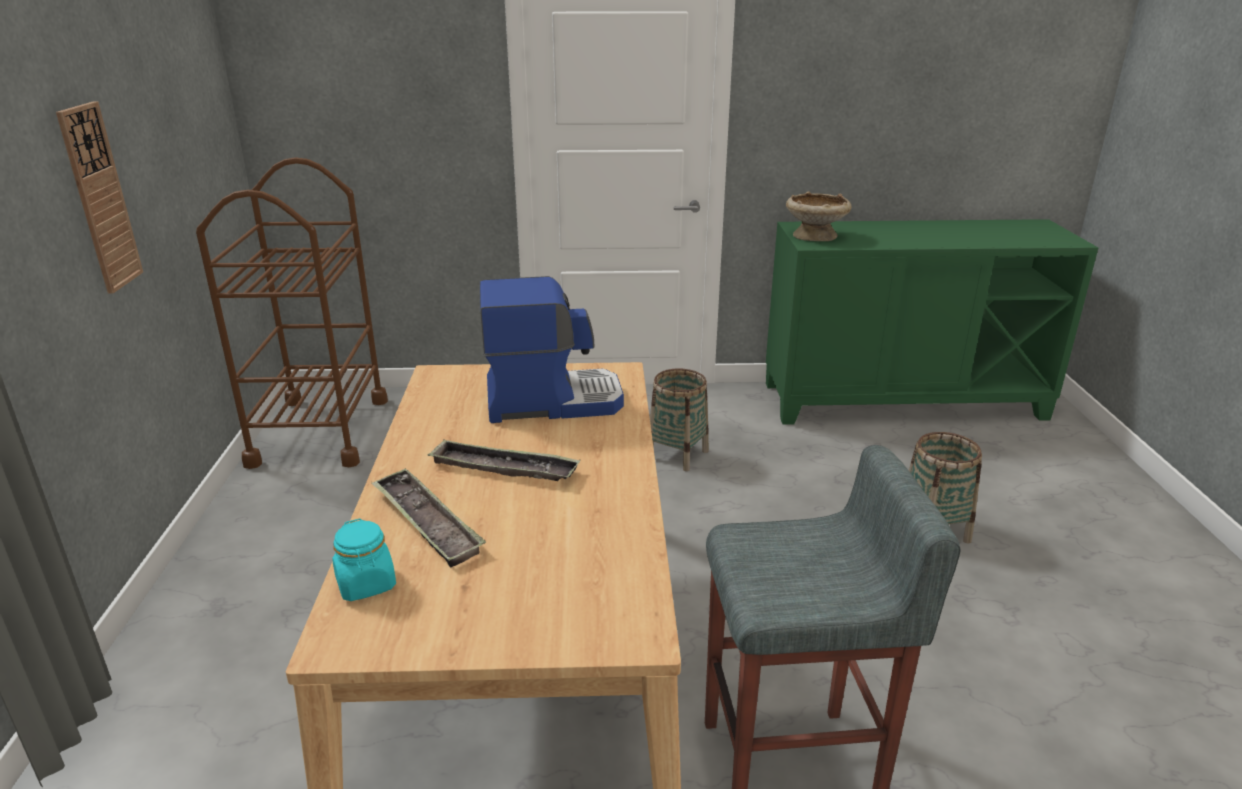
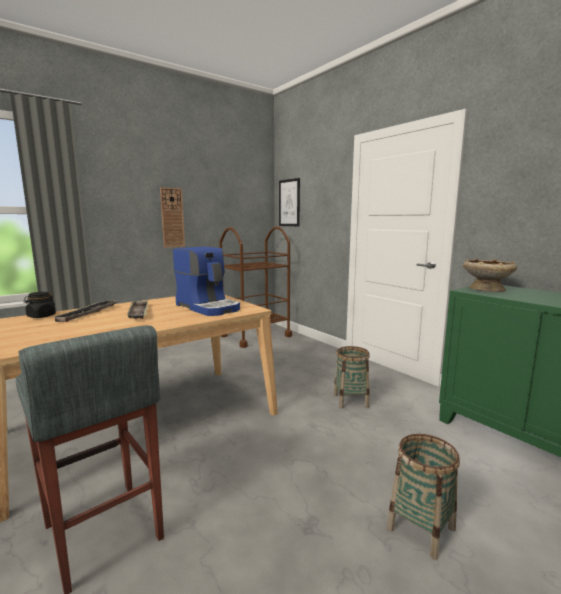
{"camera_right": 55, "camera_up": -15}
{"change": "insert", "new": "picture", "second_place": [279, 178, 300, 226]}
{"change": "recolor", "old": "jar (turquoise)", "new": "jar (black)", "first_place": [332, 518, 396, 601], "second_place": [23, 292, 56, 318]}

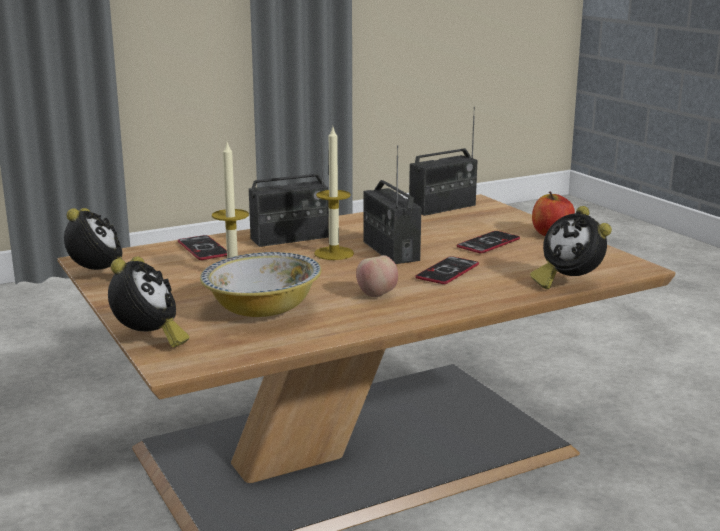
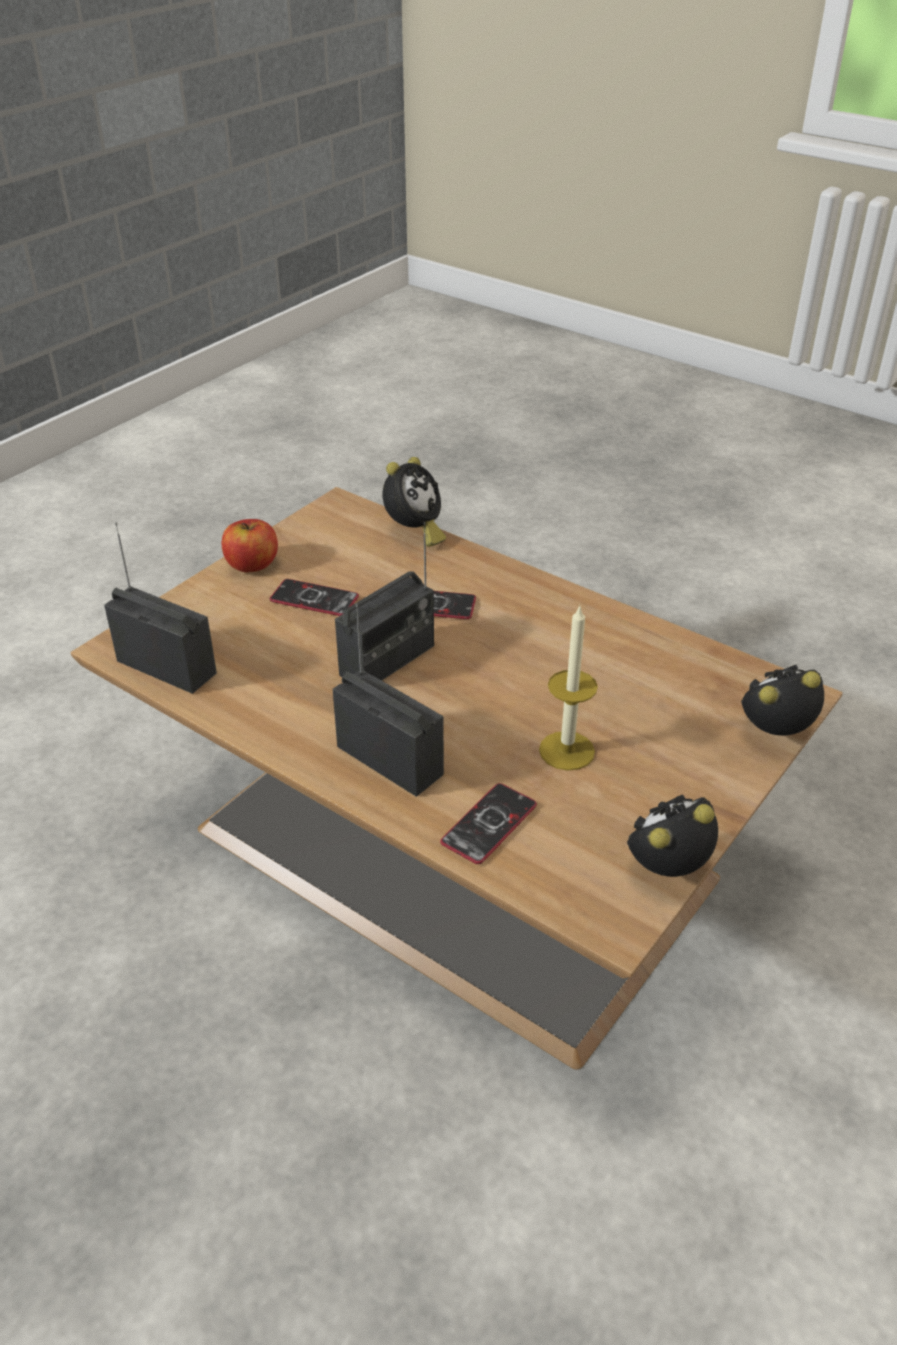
{"camera_right": -115, "camera_up": 20}
{"change": "delete", "old": "bowl", "first_place": [200, 252, 321, 317]}
{"change": "delete", "old": "candle", "first_place": [314, 127, 354, 260]}
{"change": "delete", "old": "apple", "first_place": [356, 255, 398, 297]}

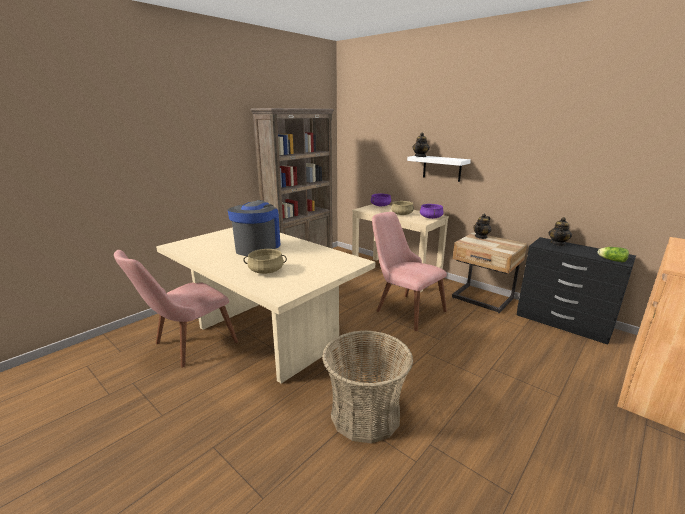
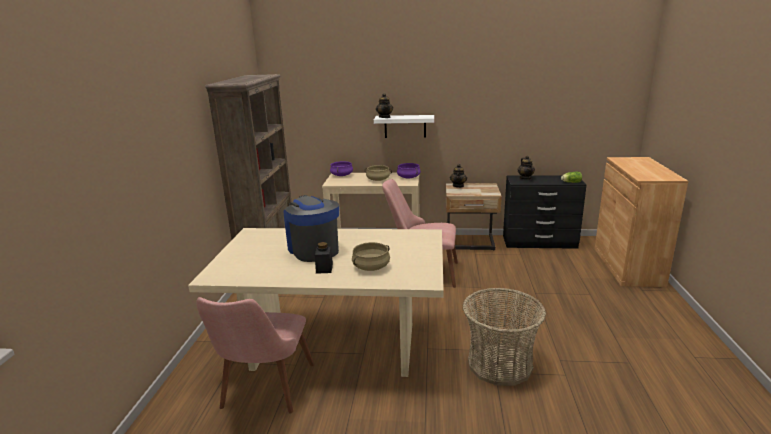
{"camera_right": -35, "camera_up": 0}
{"change": "insert", "new": "jar (black)", "second_place": [315, 242, 333, 274]}

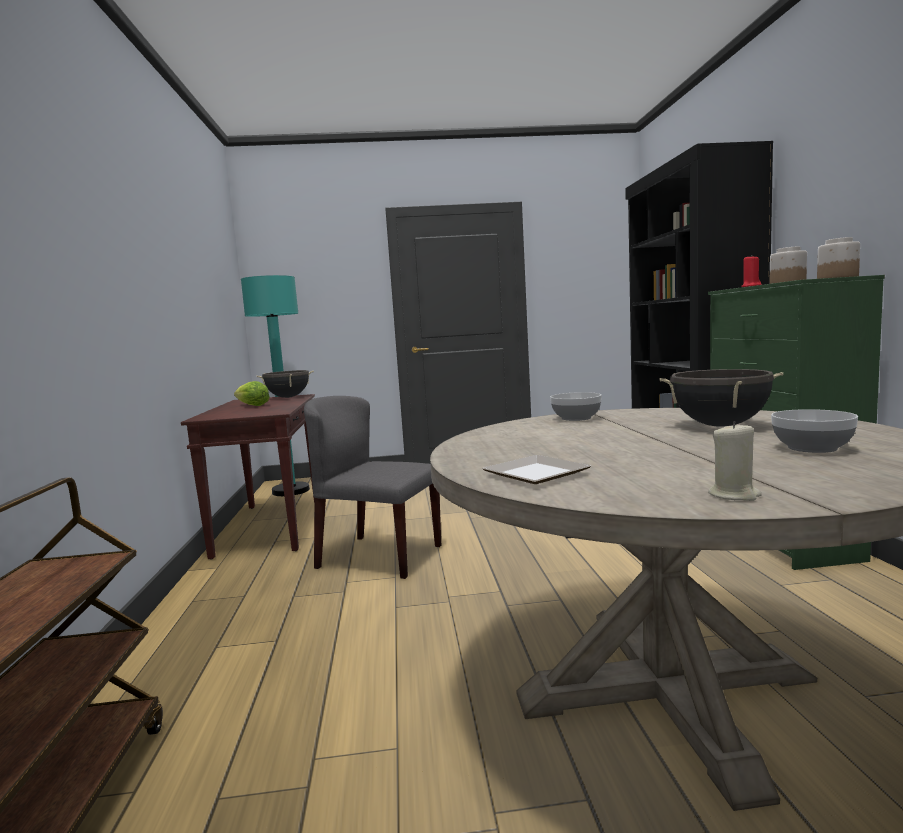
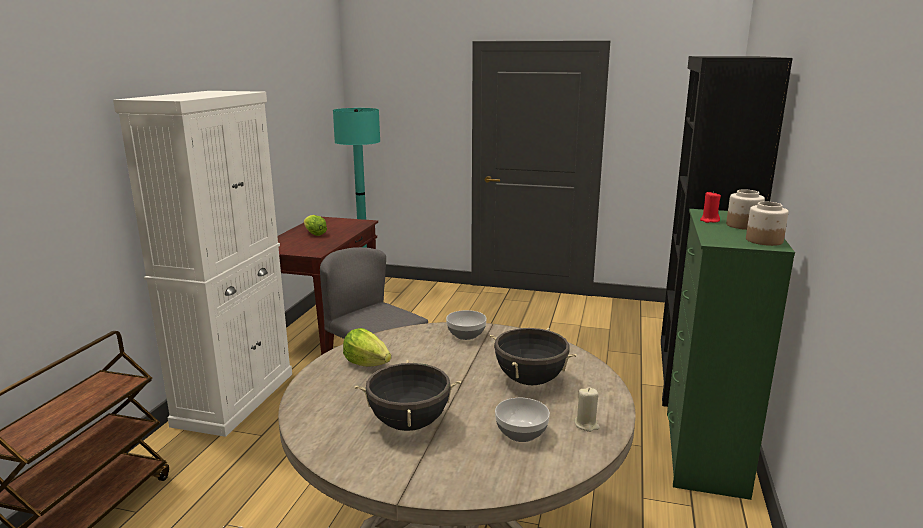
{"camera_right": 20, "camera_up": 10}
{"change": "delete", "old": "plate", "first_place": [483, 455, 591, 484]}
{"change": "insert", "new": "cabinet (white)", "second_place": [113, 91, 292, 437]}
{"change": "insert", "new": "lettuce", "second_place": [343, 328, 391, 367]}
{"change": "move", "old": "cooking pot (black)", "first_place": [257, 370, 314, 398], "second_place": [355, 360, 461, 431]}
{"change": "move", "old": "candle (beige)", "first_place": [708, 421, 762, 501], "second_place": [574, 387, 600, 432]}

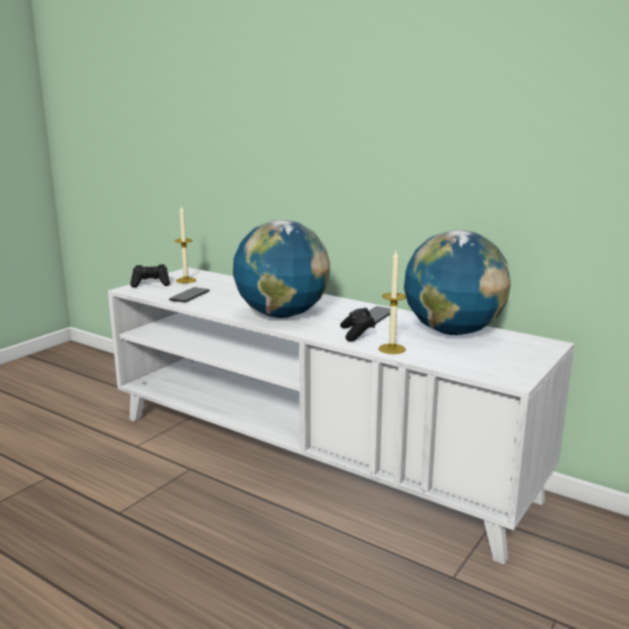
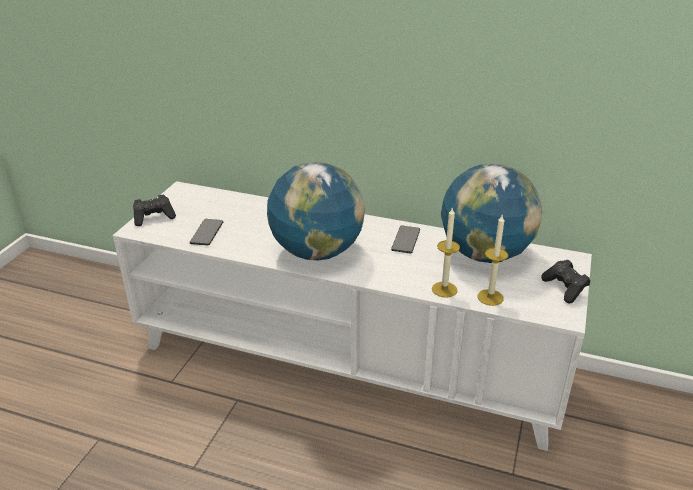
{"camera_right": -15, "camera_up": 15}
{"change": "move", "old": "candle", "first_place": [175, 205, 196, 283], "second_place": [477, 214, 508, 306]}
{"change": "move", "old": "game controller (black)", "first_place": [340, 308, 376, 342], "second_place": [541, 260, 590, 303]}

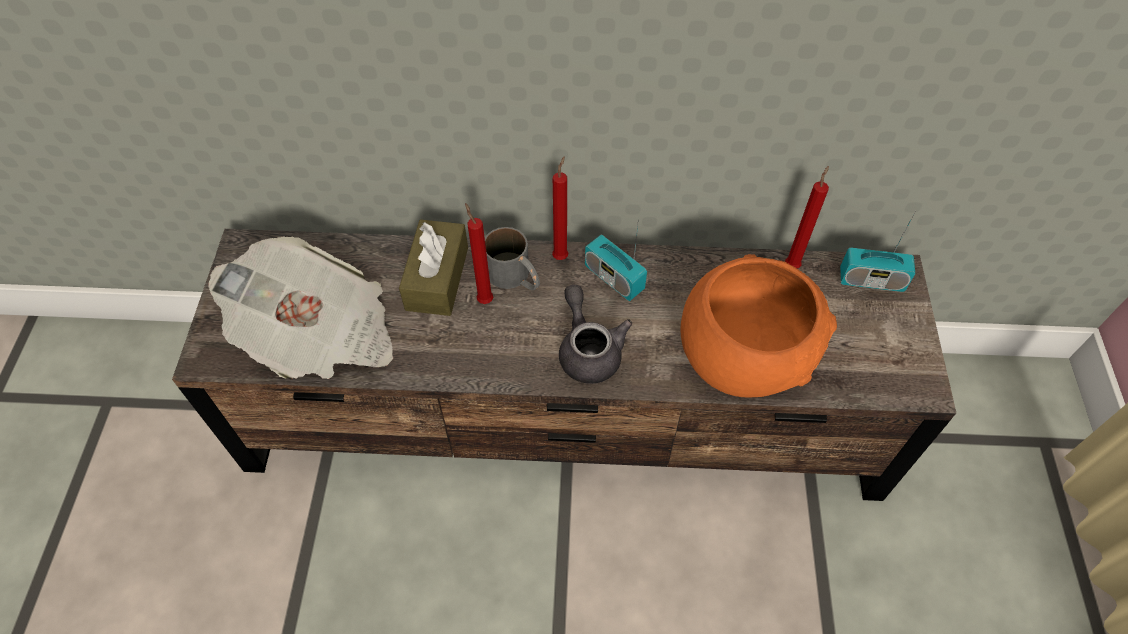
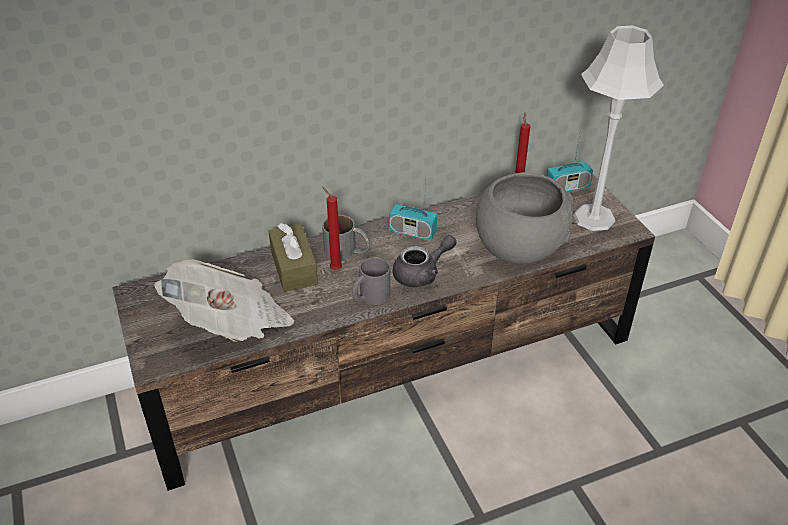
{"camera_right": -25, "camera_up": -15}
{"change": "delete", "old": "candle (red)", "first_place": [552, 156, 568, 260]}
{"change": "insert", "new": "mug (grey)", "second_place": [352, 257, 390, 305]}
{"change": "insert", "new": "table lamp (grey)", "second_place": [573, 25, 664, 231]}
{"change": "recolor", "old": "bowl (orange)", "new": "bowl (grey)", "first_place": [680, 254, 837, 398], "second_place": [476, 172, 573, 264]}
{"change": "rotate", "old": "teapot (grey)", "first_place": [559, 285, 632, 384], "second_place": [393, 235, 456, 287], "degrees": 105}

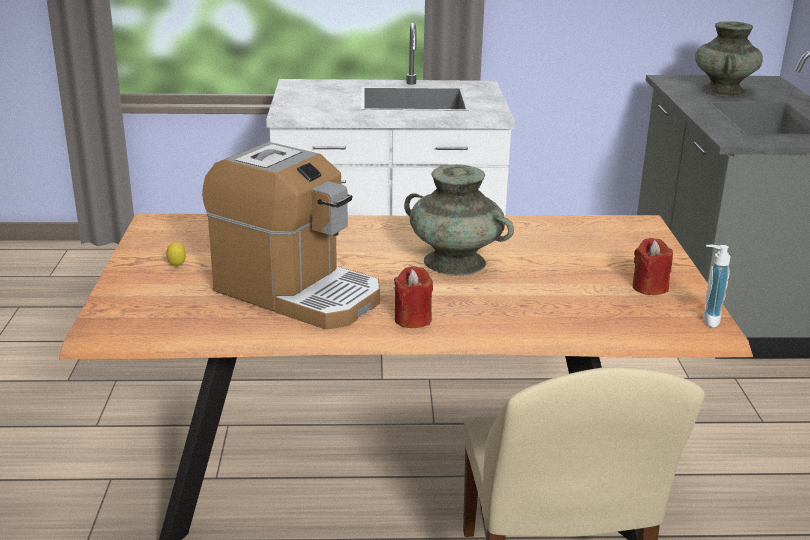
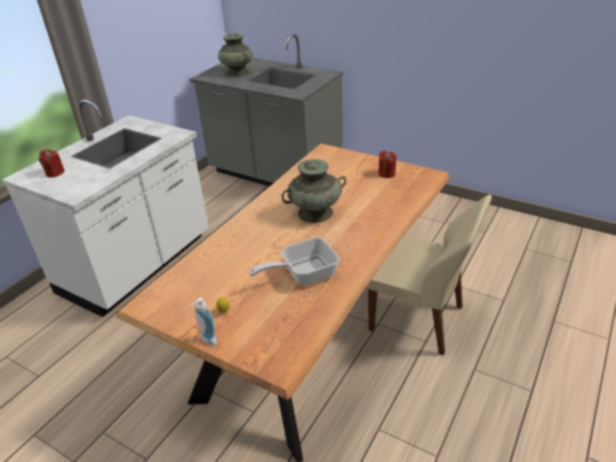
{"camera_right": -55, "camera_up": 10}
{"change": "move", "old": "candle (red)", "first_place": [394, 266, 433, 328], "second_place": [39, 149, 65, 177]}
{"change": "move", "old": "soap dispenser", "first_place": [703, 245, 731, 327], "second_place": [190, 297, 217, 346]}
{"change": "replace", "old": "coffee machine", "new": "frying pan", "first_place": [202, 142, 380, 330], "second_place": [249, 238, 339, 285]}

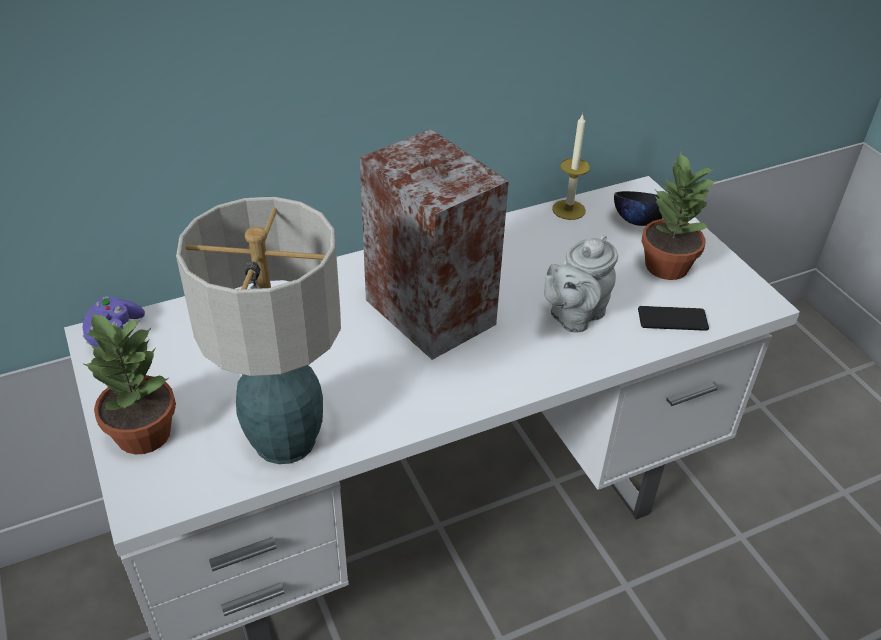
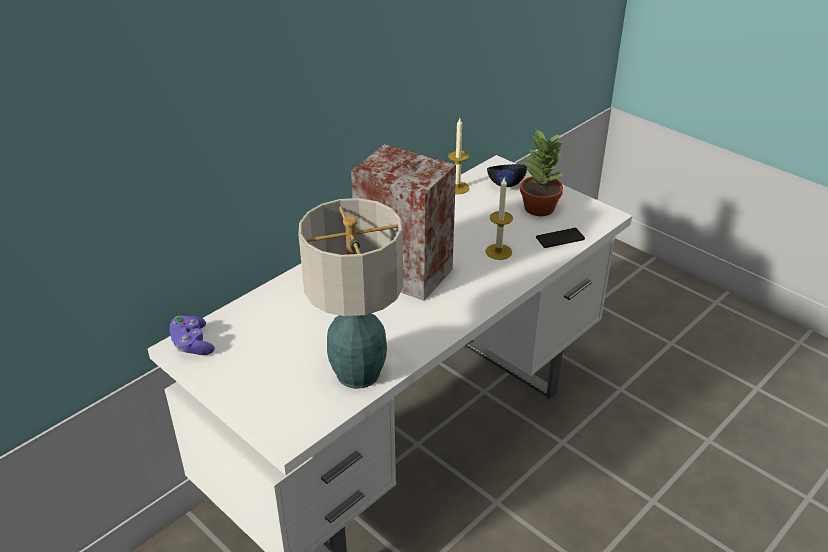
{"camera_right": -20, "camera_up": -5}
{"change": "delete", "old": "potted plant", "first_place": [82, 311, 176, 455]}
{"change": "replace", "old": "teapot (grey)", "new": "candle", "first_place": [544, 235, 618, 333], "second_place": [486, 178, 513, 260]}

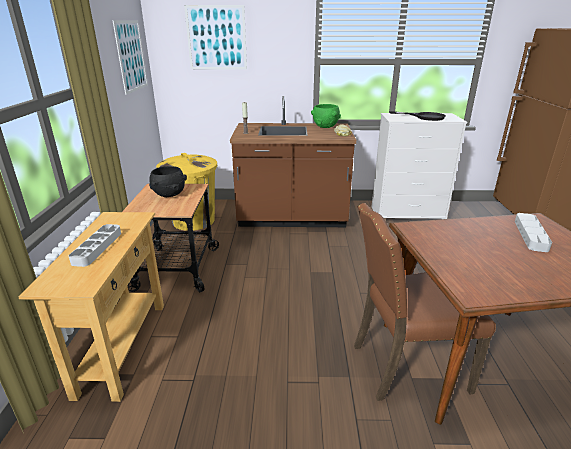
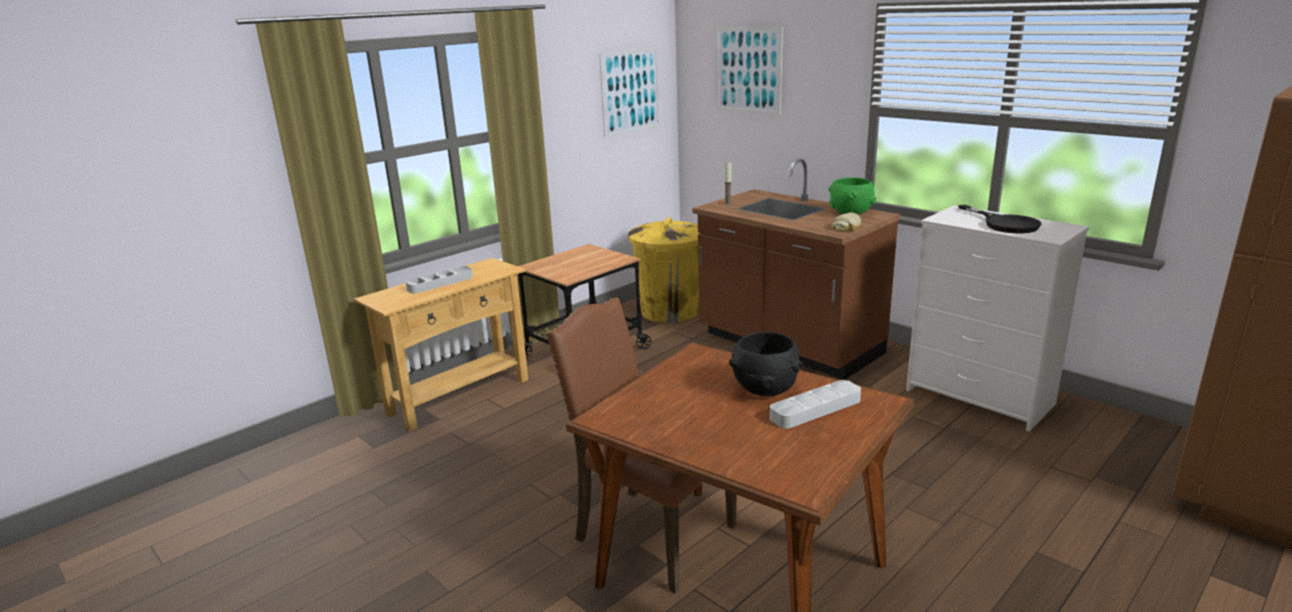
{"camera_right": 45, "camera_up": -5}
{"change": "move", "old": "bowl (black)", "first_place": [149, 166, 187, 197], "second_place": [729, 332, 803, 396]}

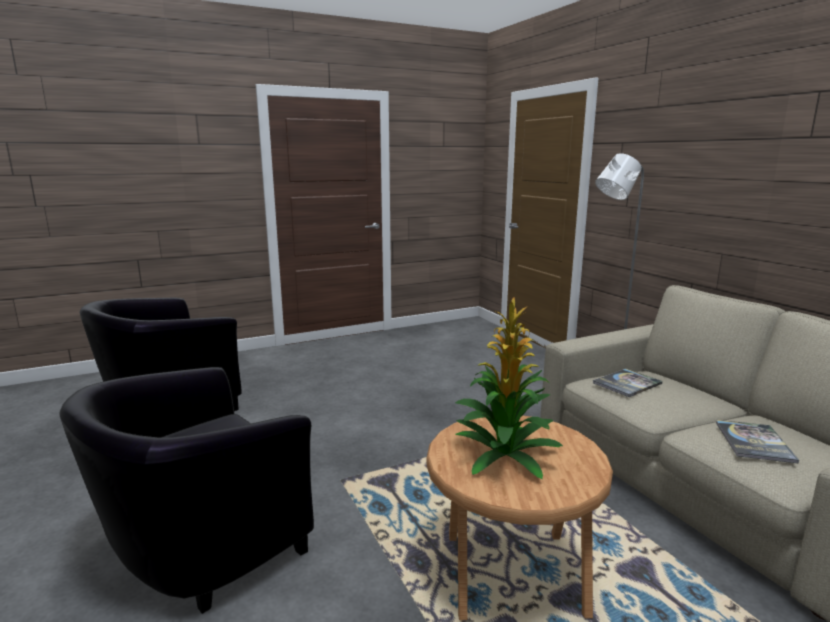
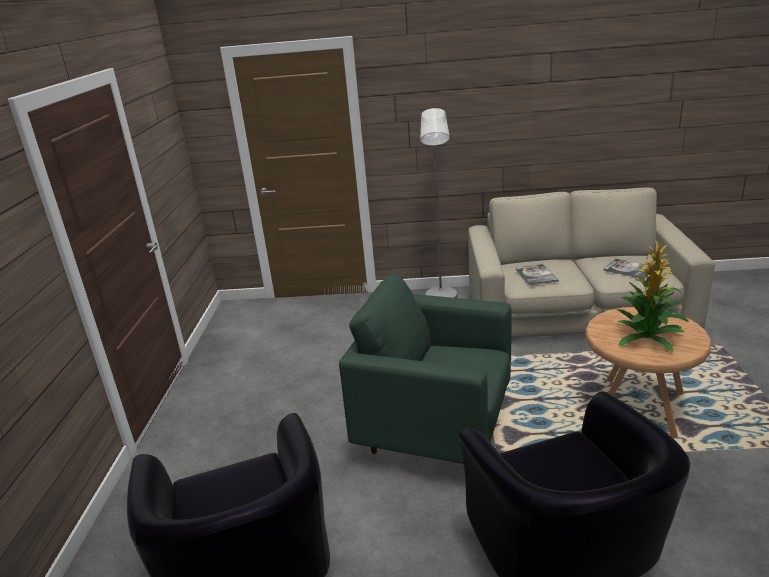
{"camera_right": -60, "camera_up": 10}
{"change": "insert", "new": "armchair (green)", "second_place": [339, 273, 512, 464]}

